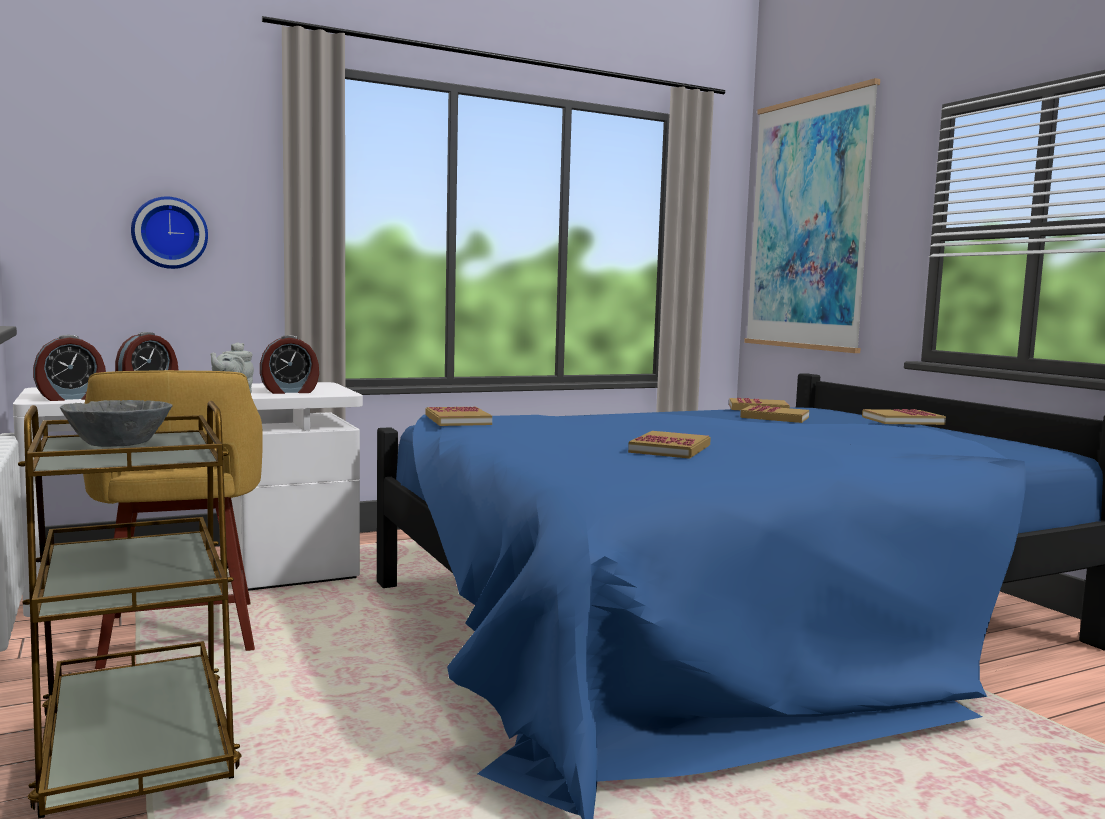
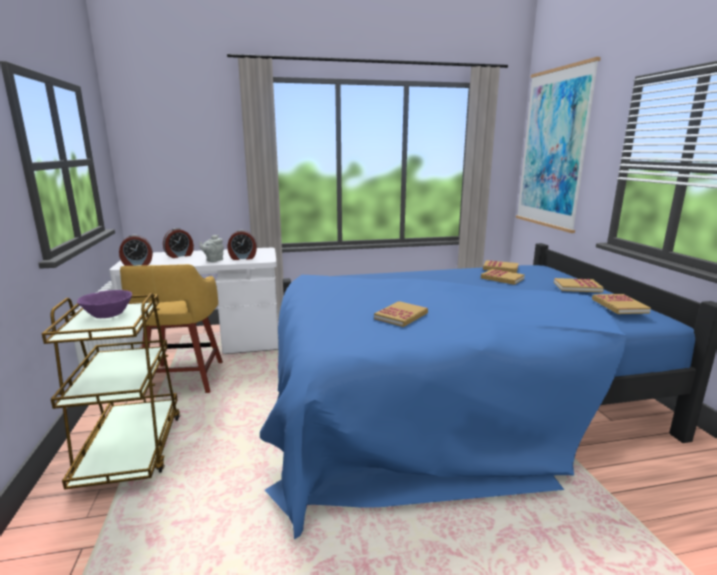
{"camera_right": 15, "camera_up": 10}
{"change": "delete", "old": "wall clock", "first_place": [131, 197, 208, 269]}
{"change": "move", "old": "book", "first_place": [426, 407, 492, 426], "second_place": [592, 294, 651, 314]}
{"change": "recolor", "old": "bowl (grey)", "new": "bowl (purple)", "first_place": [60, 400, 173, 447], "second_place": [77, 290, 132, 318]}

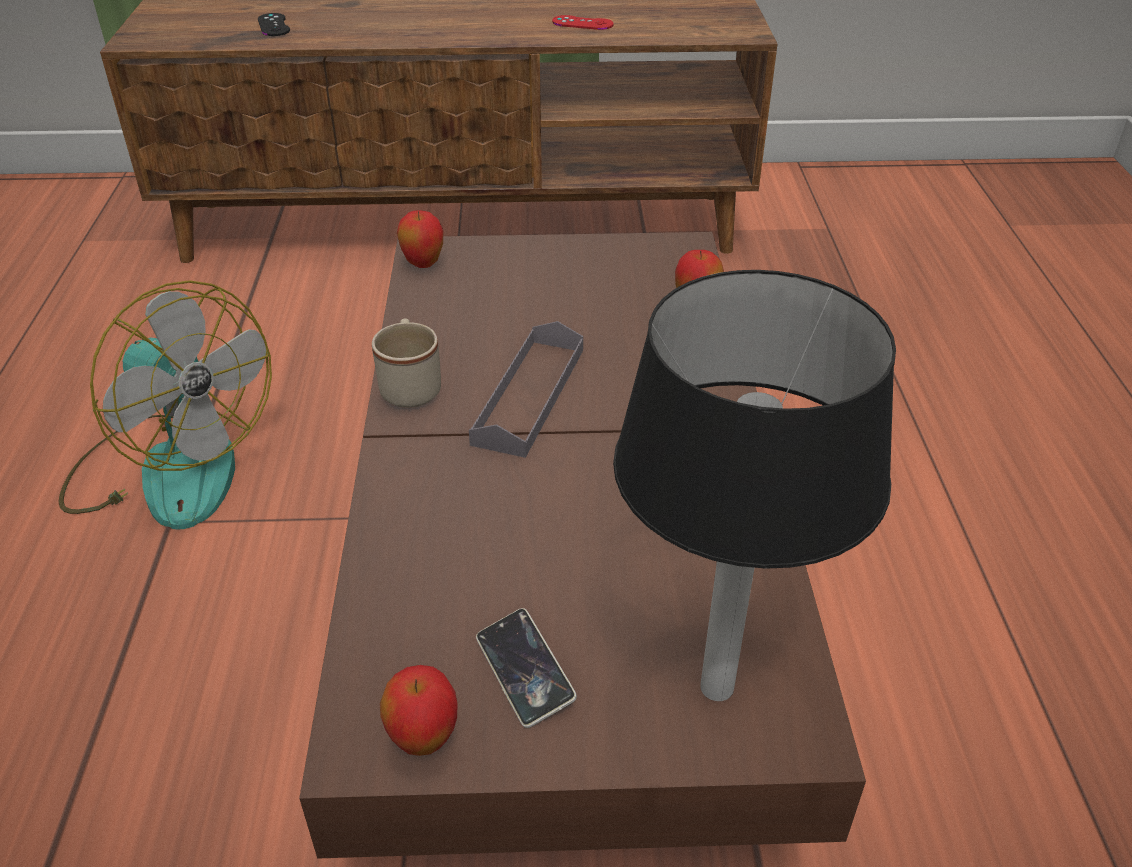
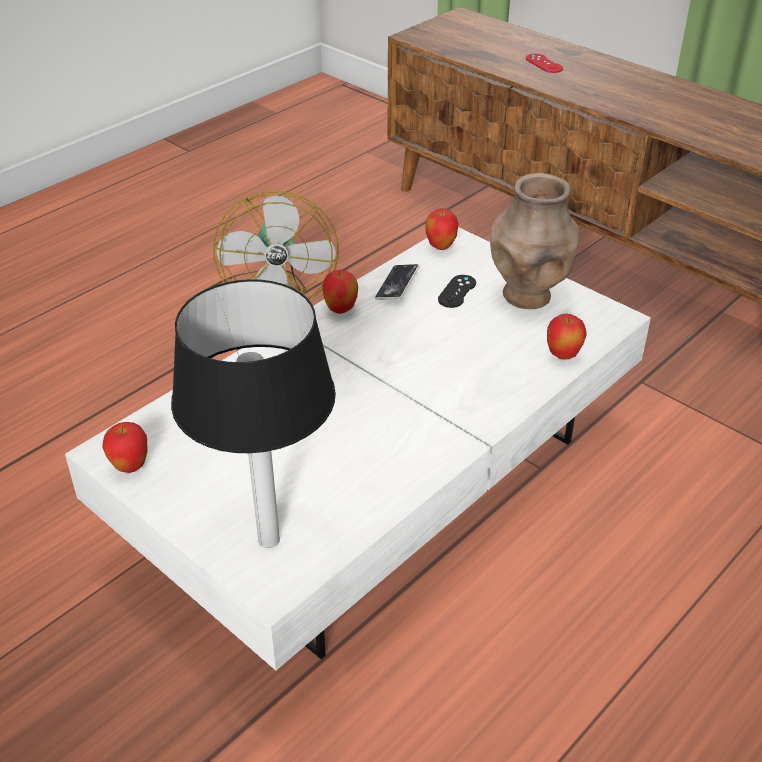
{"camera_right": 45, "camera_up": 0}
{"change": "delete", "old": "tray (grey)", "first_place": [469, 321, 583, 458]}
{"change": "insert", "new": "vase (brown)", "second_place": [490, 173, 580, 309]}
{"change": "move", "old": "game controller (black)", "first_place": [258, 13, 290, 36], "second_place": [438, 275, 476, 308]}
{"change": "move", "old": "phone", "first_place": [476, 608, 577, 728], "second_place": [375, 264, 420, 300]}
{"change": "move", "old": "game controller (red)", "first_place": [552, 15, 614, 30], "second_place": [526, 54, 563, 73]}
{"change": "replace", "old": "mug (beige)", "new": "apple", "first_place": [372, 318, 441, 408], "second_place": [322, 270, 358, 314]}
{"change": "recolor", "old": "coffee table (brown)", "new": "coffee table (white)", "first_place": [299, 232, 866, 859], "second_place": [65, 227, 651, 670]}

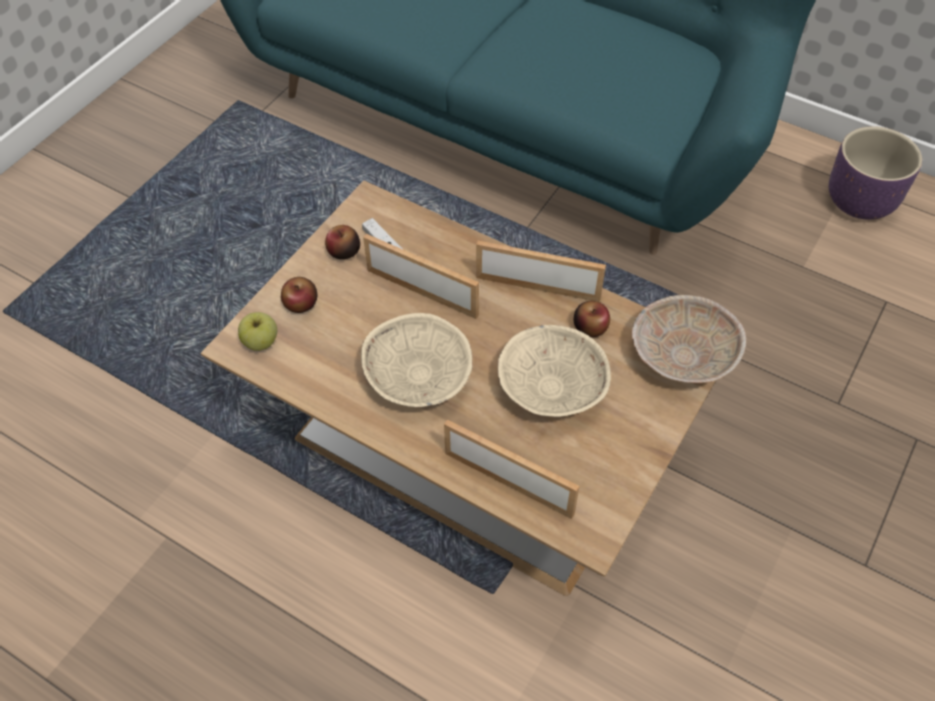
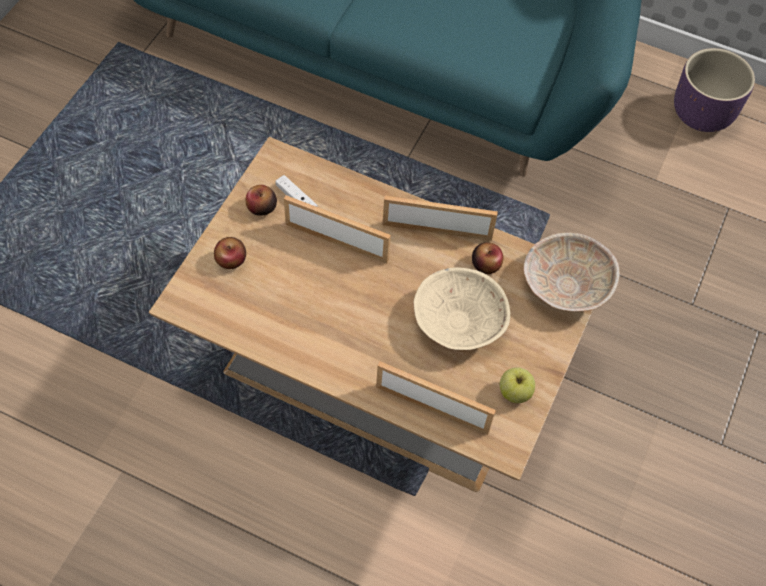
{"camera_right": -10, "camera_up": 5}
{"change": "delete", "old": "bowl (beige)", "first_place": [361, 313, 473, 407]}
{"change": "move", "old": "apple", "first_place": [238, 312, 277, 351], "second_place": [500, 367, 535, 403]}

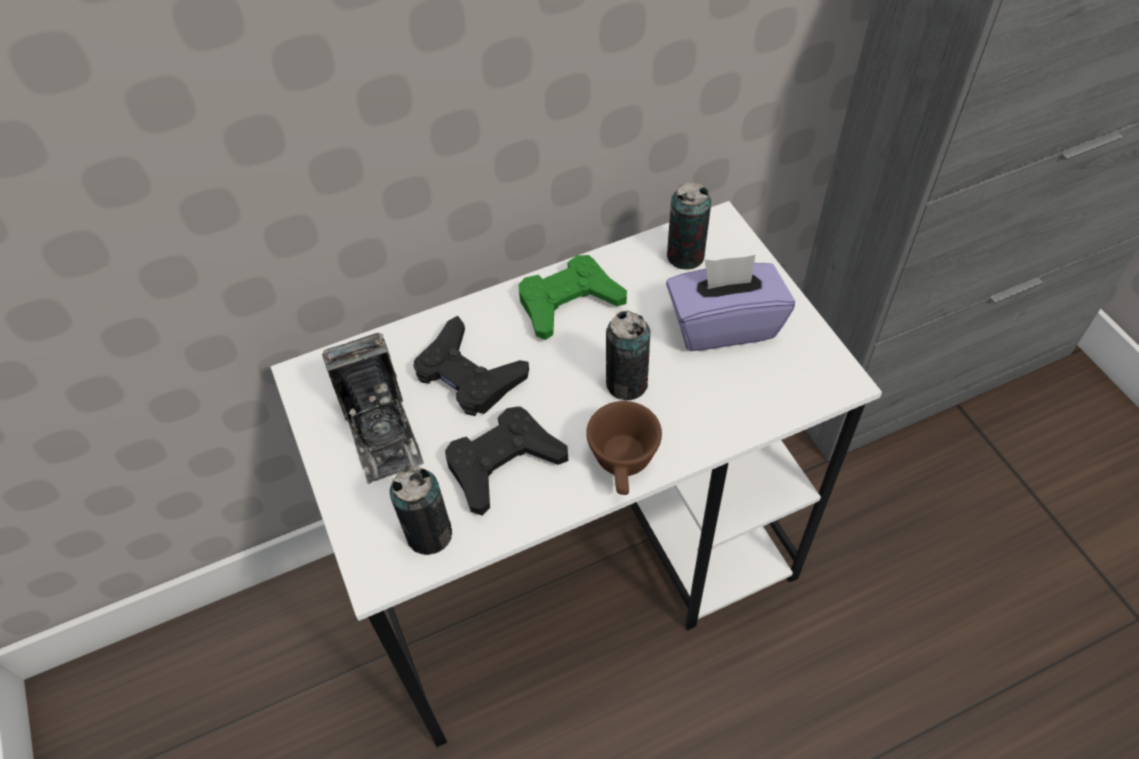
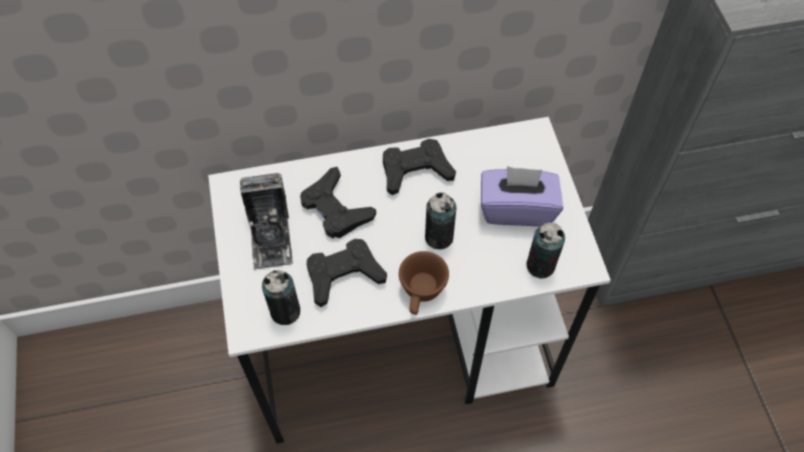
{"camera_right": 10, "camera_up": 5}
{"change": "move", "old": "can", "first_place": [667, 182, 711, 270], "second_place": [526, 222, 565, 279]}
{"change": "recolor", "old": "game controller (green)", "new": "game controller (black)", "first_place": [519, 255, 627, 340], "second_place": [383, 139, 456, 195]}

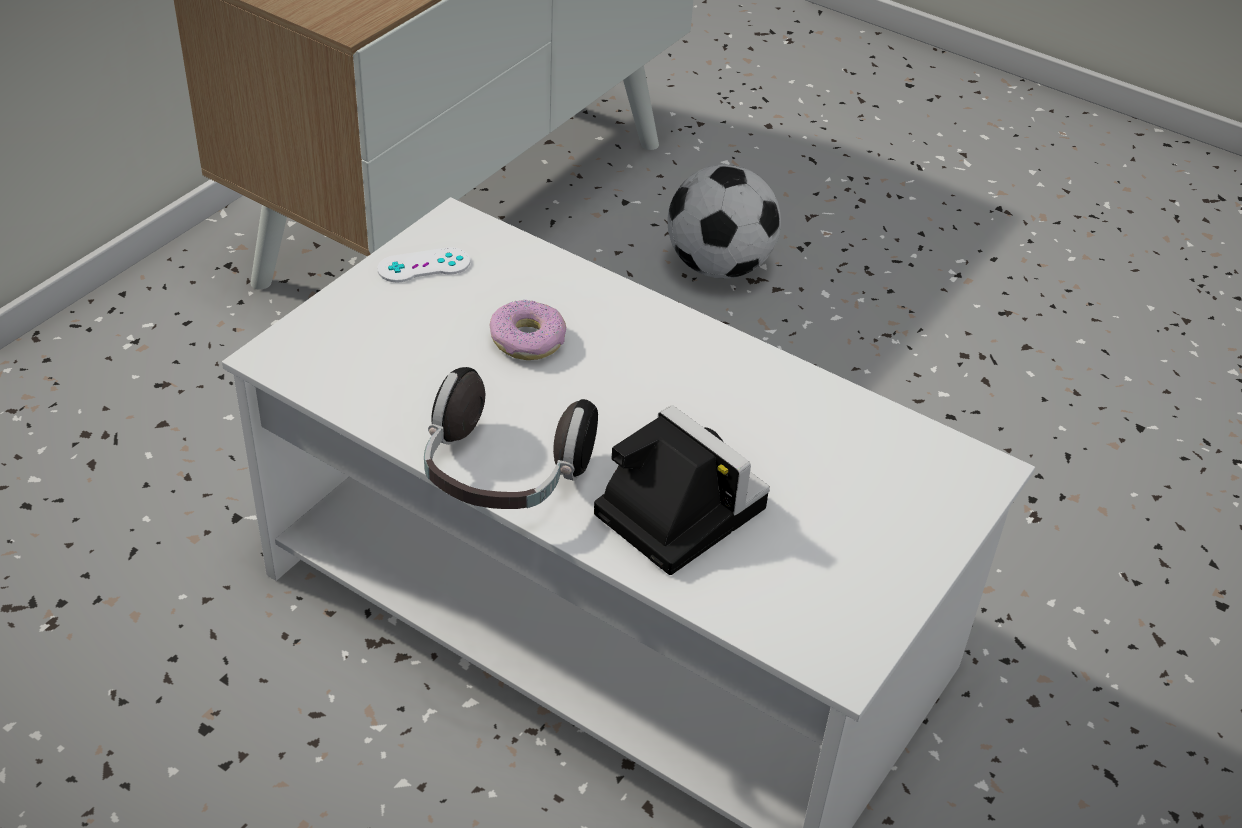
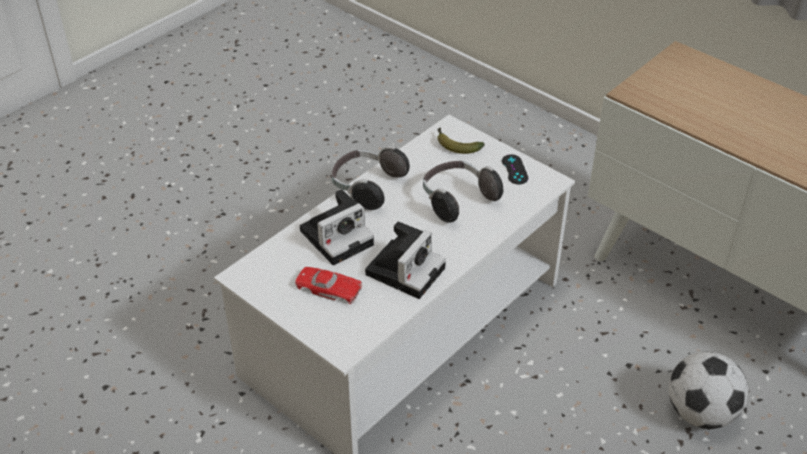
{"camera_right": 100, "camera_up": 0}
{"change": "insert", "new": "toy car (red)", "second_place": [295, 267, 363, 304]}
{"change": "insert", "new": "photo camera", "second_place": [365, 221, 446, 299]}
{"change": "insert", "new": "banana", "second_place": [437, 127, 485, 154]}
{"change": "replace", "old": "donut", "new": "headphones", "first_place": [490, 300, 566, 360], "second_place": [423, 161, 503, 223]}
{"change": "recolor", "old": "game controller (white)", "new": "game controller (black)", "first_place": [377, 247, 471, 282], "second_place": [502, 154, 528, 185]}

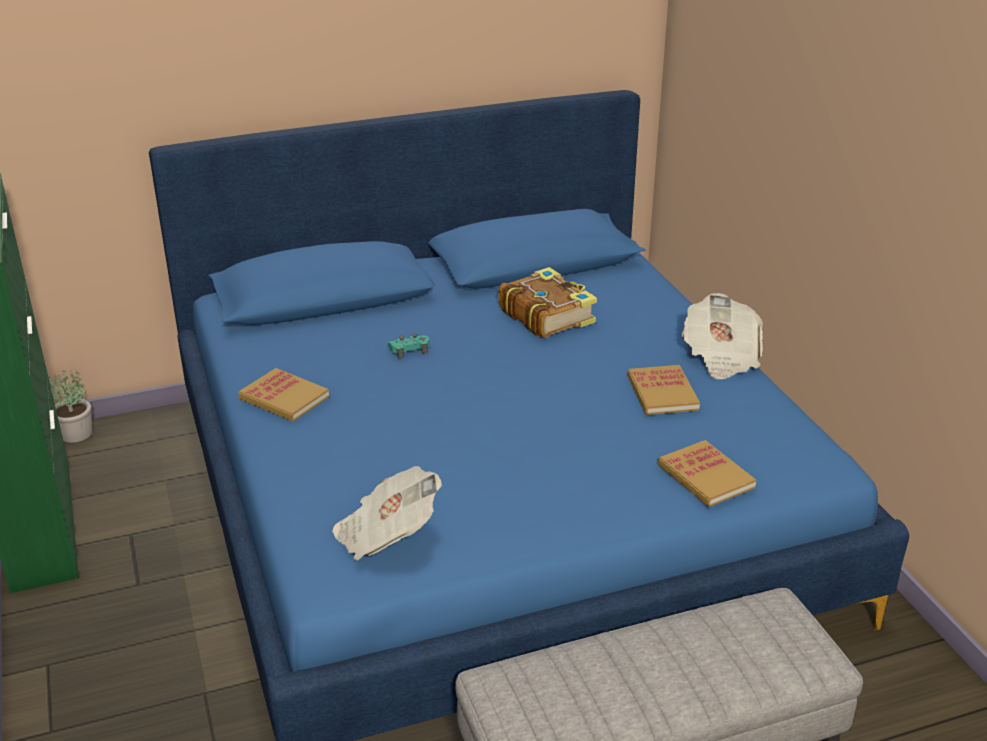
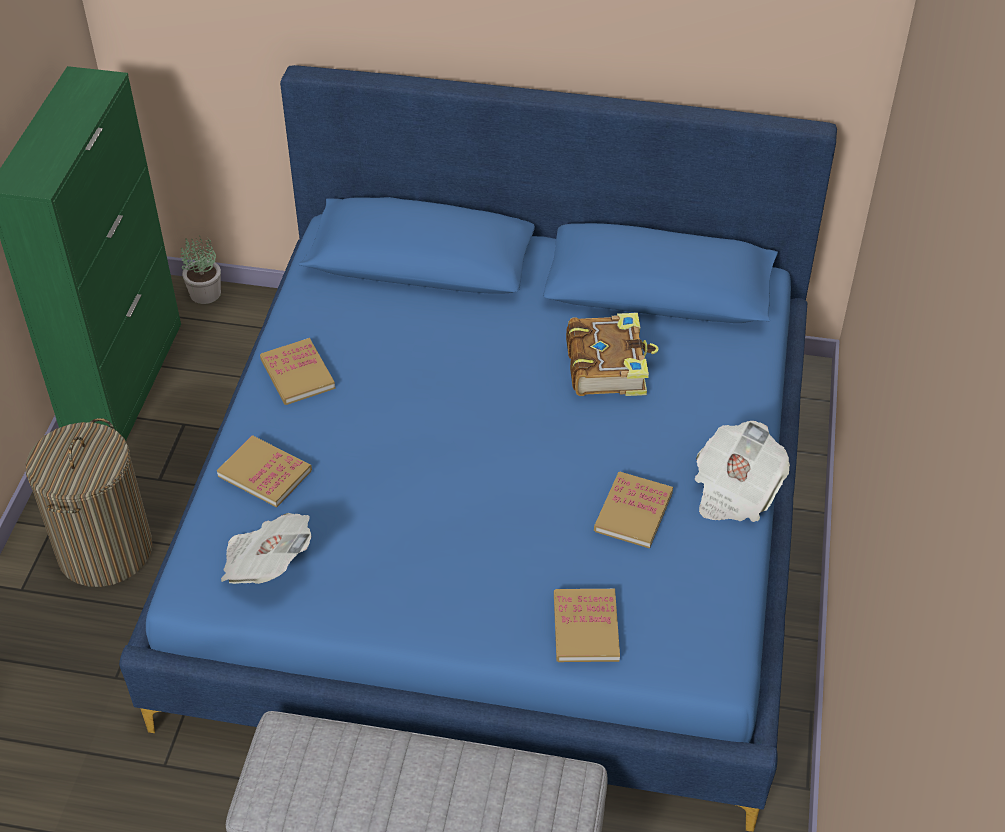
{"camera_right": 30, "camera_up": 15}
{"change": "delete", "old": "game controller (turquoise)", "first_place": [388, 334, 429, 359]}
{"change": "insert", "new": "laundry basket", "second_place": [26, 418, 152, 587]}
{"change": "insert", "new": "book", "second_place": [217, 436, 312, 507]}

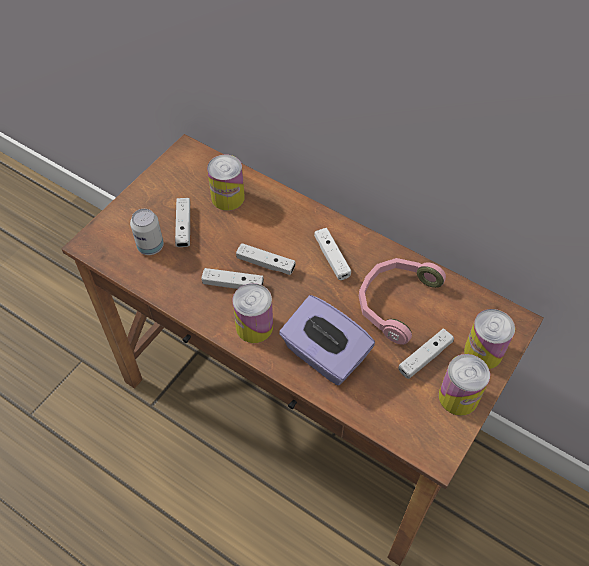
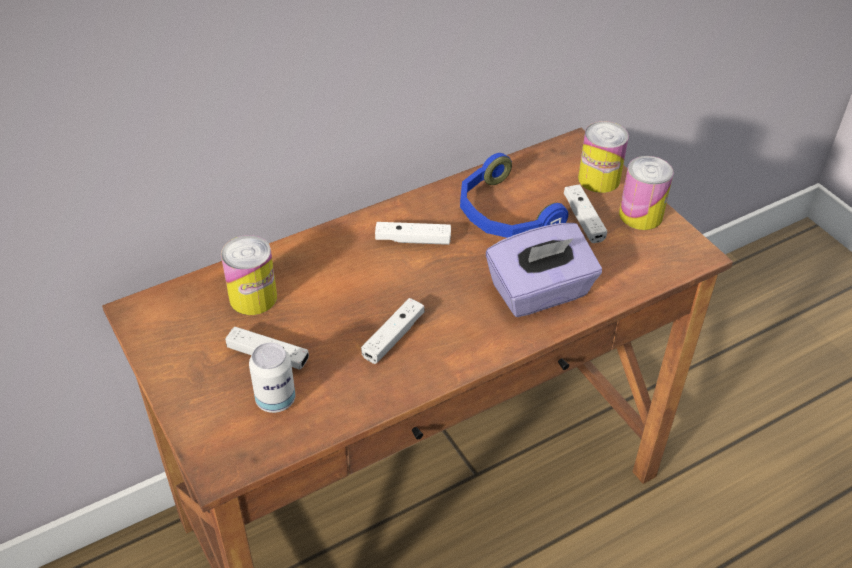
{"camera_right": -65, "camera_up": -10}
{"change": "delete", "old": "can", "first_place": [233, 283, 273, 343]}
{"change": "delete", "old": "game controller (white)", "first_place": [236, 243, 296, 275]}
{"change": "recolor", "old": "headphones (pink)", "new": "headphones (blue)", "first_place": [359, 258, 446, 345], "second_place": [460, 153, 568, 238]}

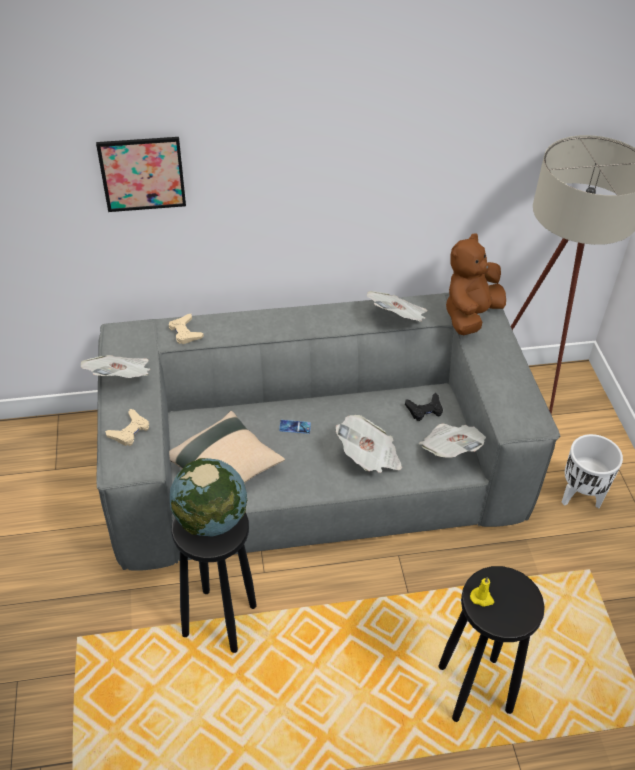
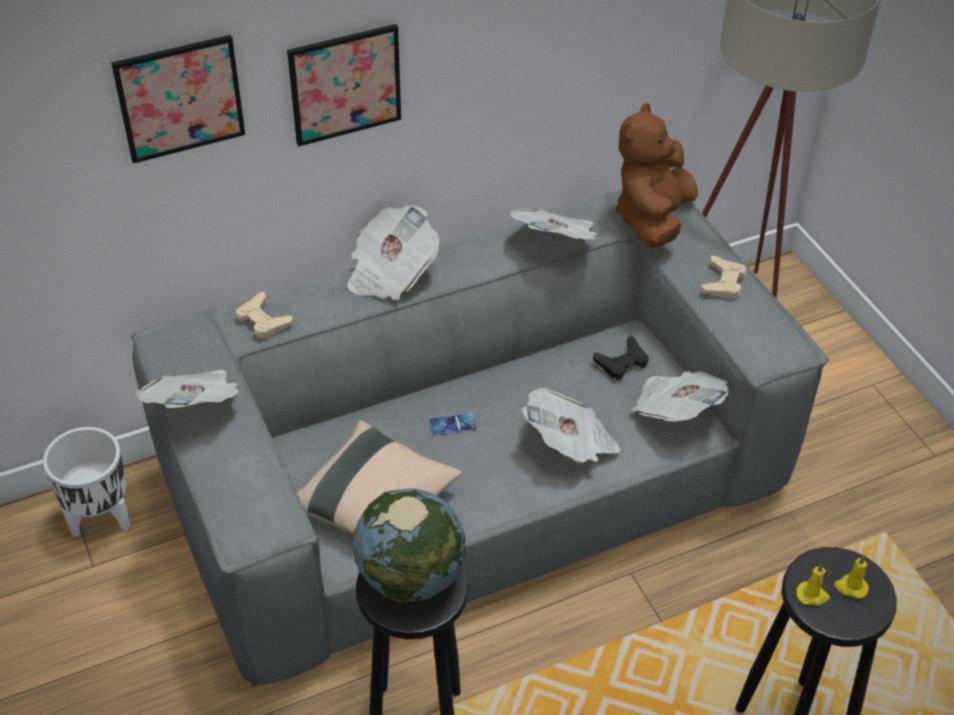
{"camera_right": -15, "camera_up": 0}
{"change": "insert", "new": "picture", "second_place": [287, 24, 401, 147]}
{"change": "insert", "new": "newspaper", "second_place": [347, 205, 439, 300]}
{"change": "insert", "new": "candle (yellow)", "second_place": [834, 556, 869, 599]}
{"change": "move", "old": "game controller (beige)", "first_place": [105, 409, 149, 446], "second_place": [701, 256, 747, 299]}
{"change": "move", "old": "planter (white)", "first_place": [562, 434, 623, 508], "second_place": [43, 427, 130, 538]}

